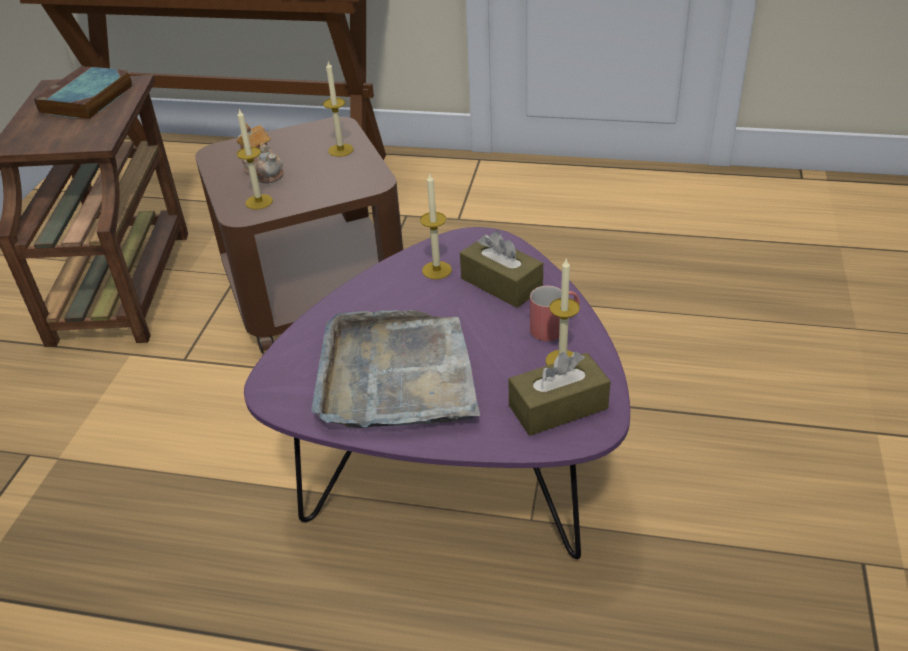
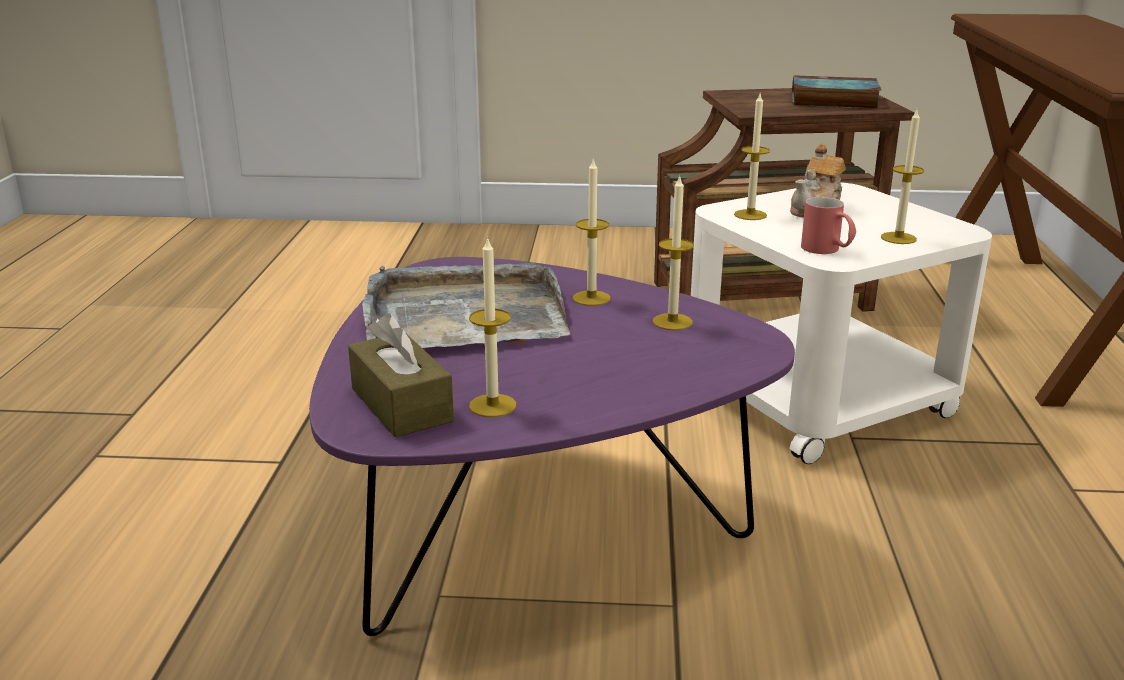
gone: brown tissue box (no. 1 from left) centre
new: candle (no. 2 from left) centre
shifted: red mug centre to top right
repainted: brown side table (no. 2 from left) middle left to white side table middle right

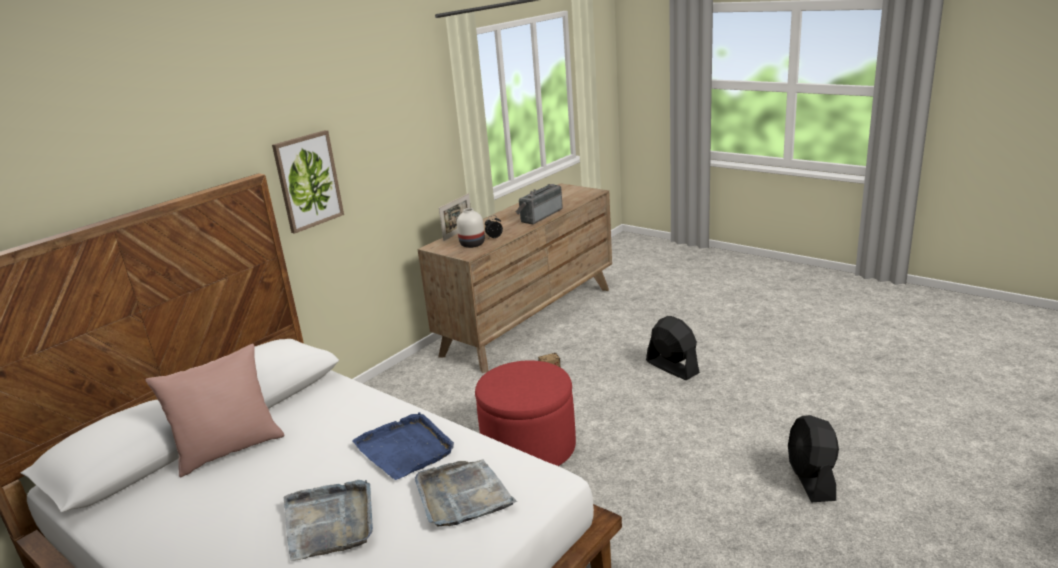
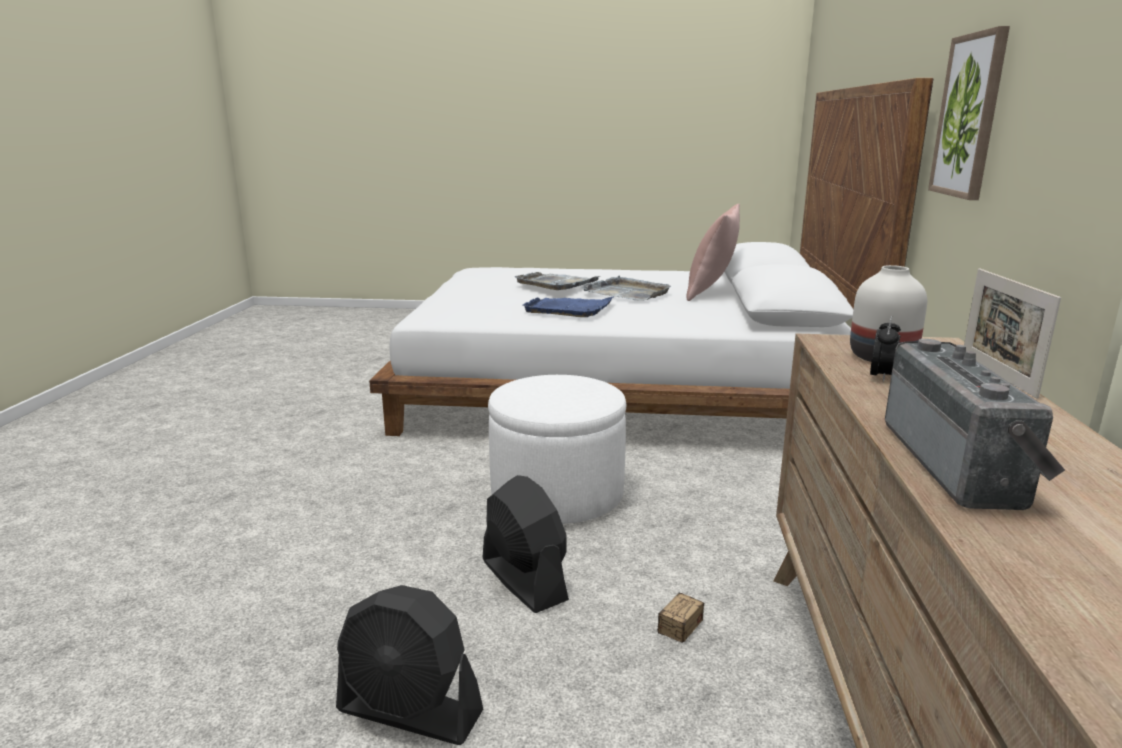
shifted: black fan (no. 2 from left) bottom right to bottom centre; grey tray (no. 2 from left) bottom centre to centre
repainted: red ottoman bottom centre to white ottoman centre

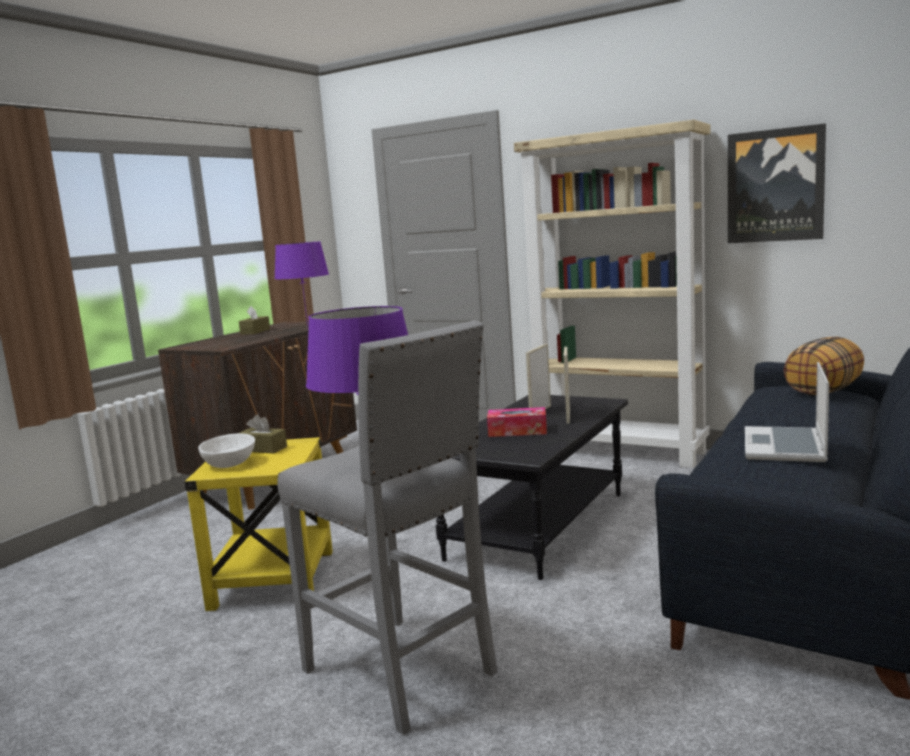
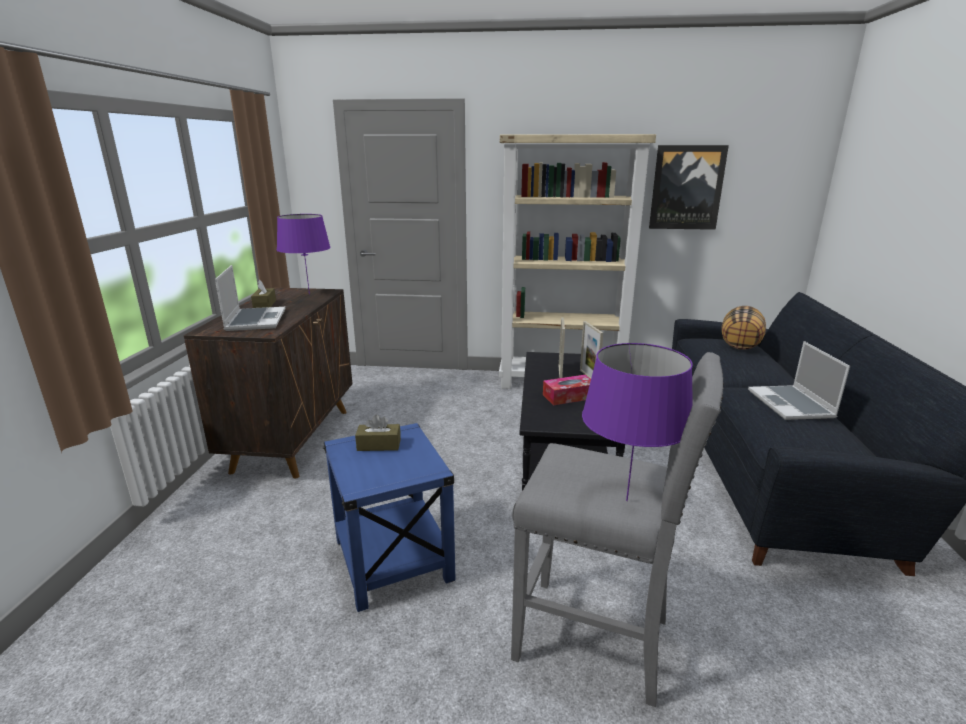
gone: white bowl middle left
new: laptop (no. 1 from left) middle left
repainted: yellow side table bottom left to blue side table bottom centre

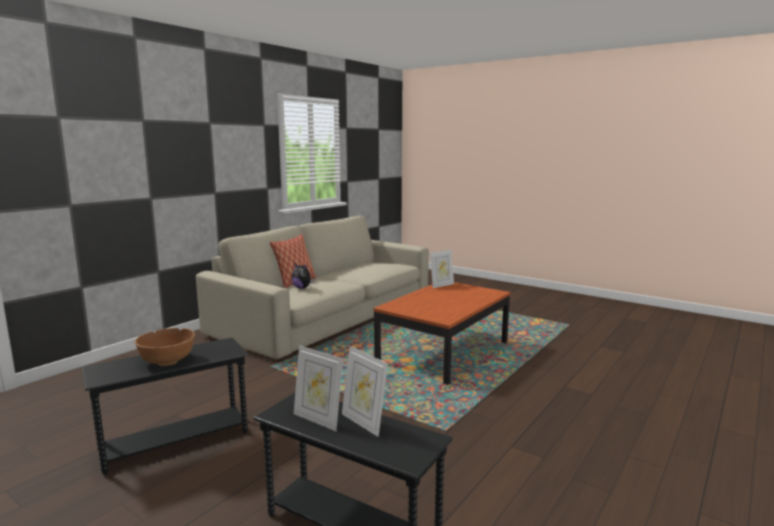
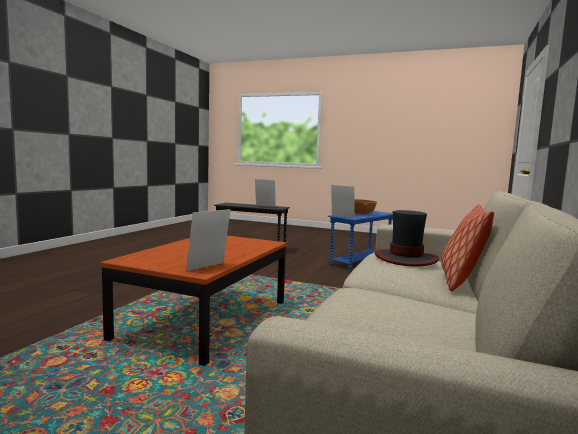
shifted: picture frame (no. 2 from left in the first image) bottom centre to picture frame (no. 3 from left) centre
swapped: plush toy centre to hat middle right
repainted: black side table (no. 1 from left) bottom left to blue side table centre

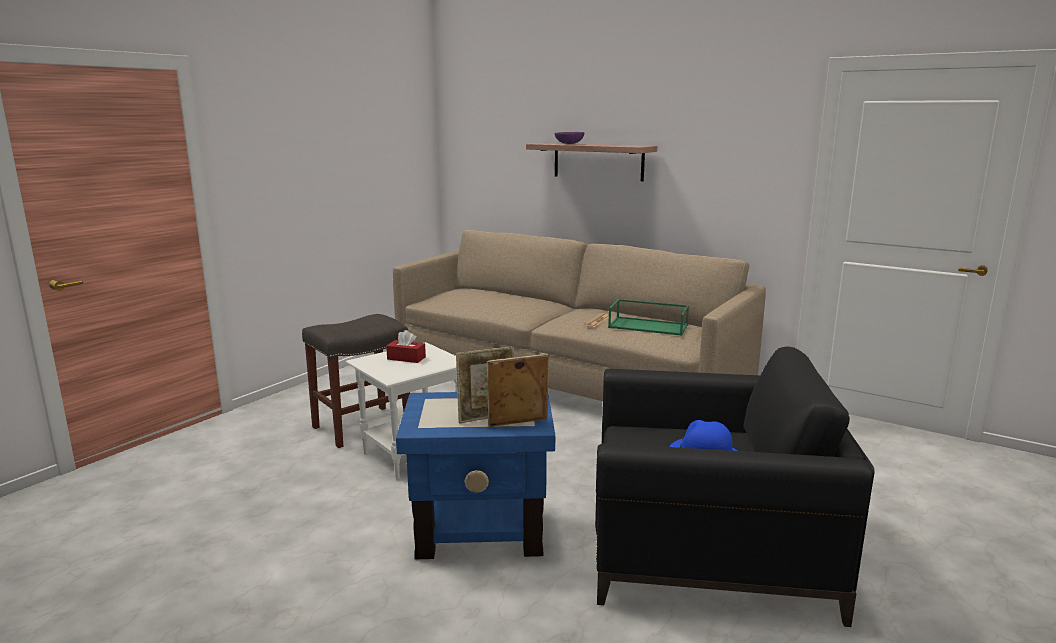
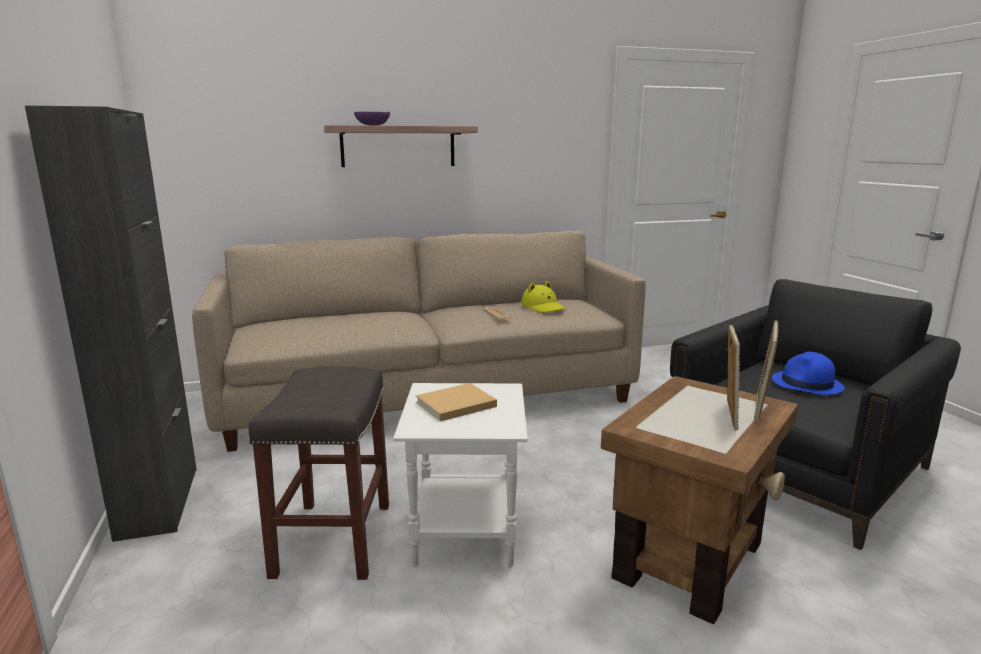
new: black cabinet middle left
swapped: green tray centre to yellow hat centre; red tissue box centre to beige book centre
repainted: blue side table bottom centre to brown side table bottom right

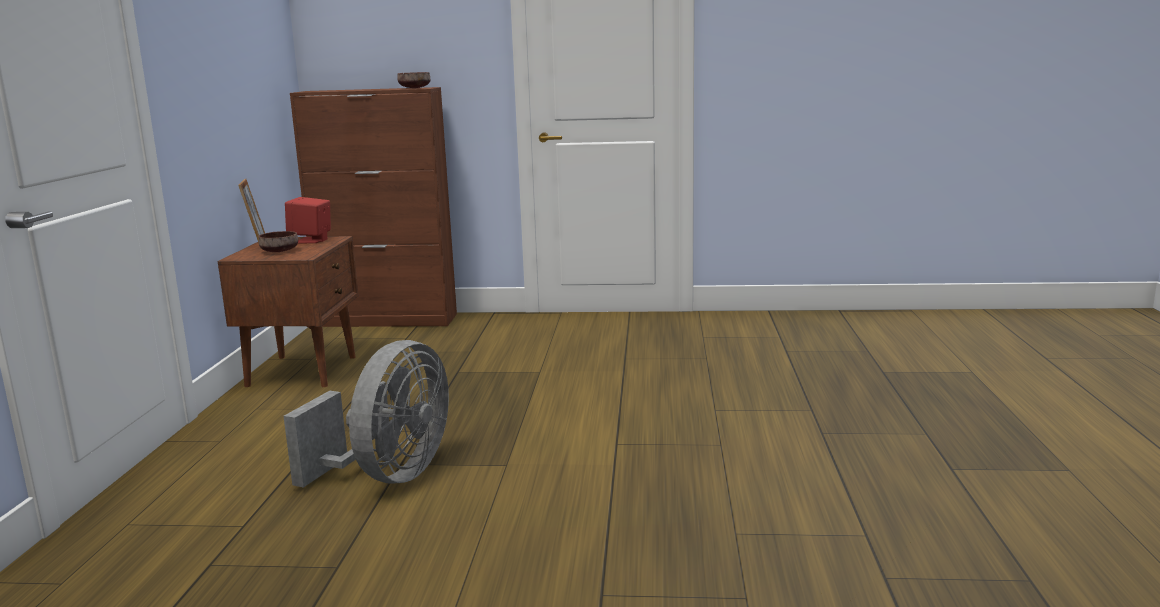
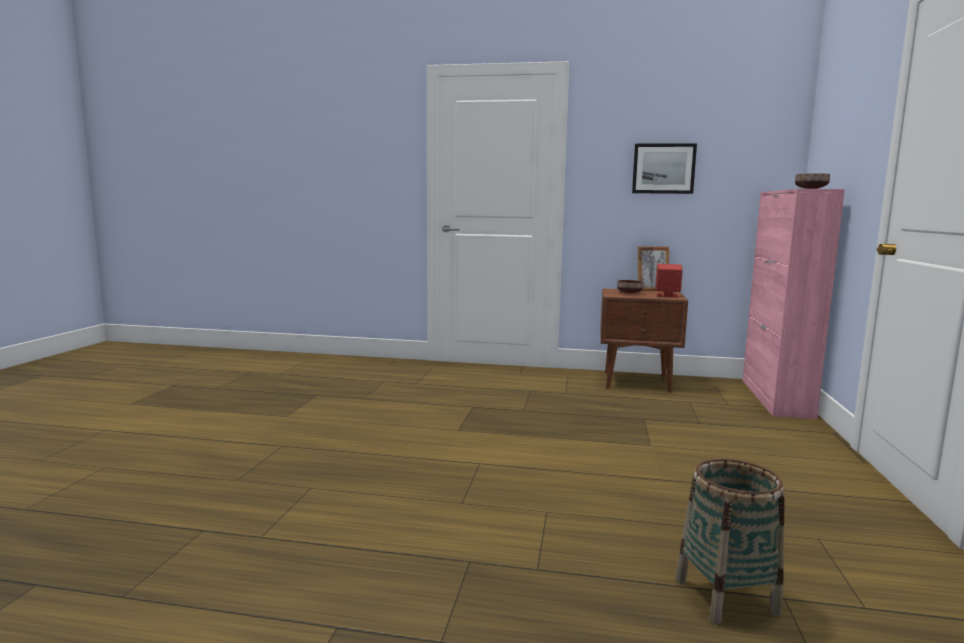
gone: grey fan bottom left
new: picture top right; basket bottom right
repainted: brown cabinet middle left to pink cabinet middle right

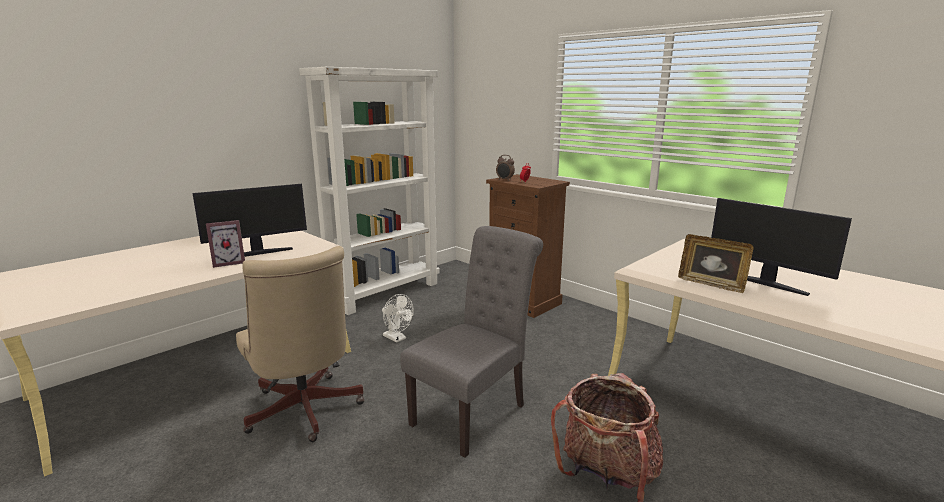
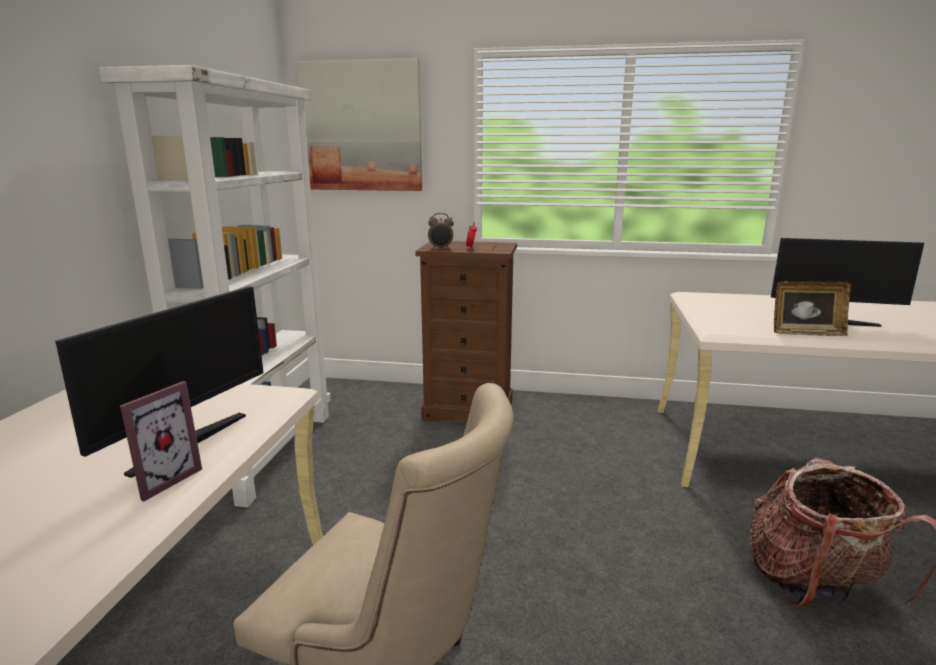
gone: grey chair bottom centre; white fan centre
new: picture top centre

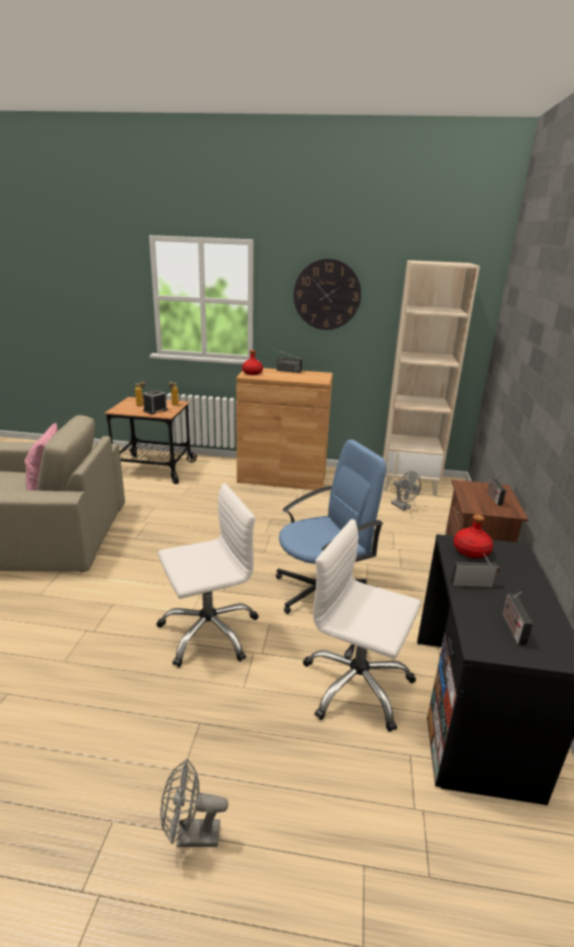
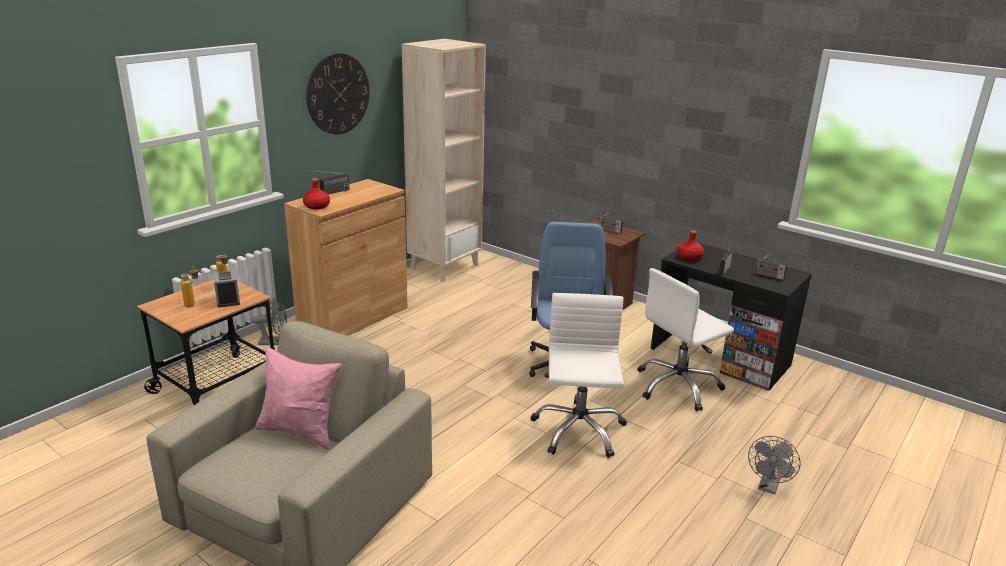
shifted: grey fan (no. 2 from left in the first image) middle right to grey fan (no. 1 from left) middle left

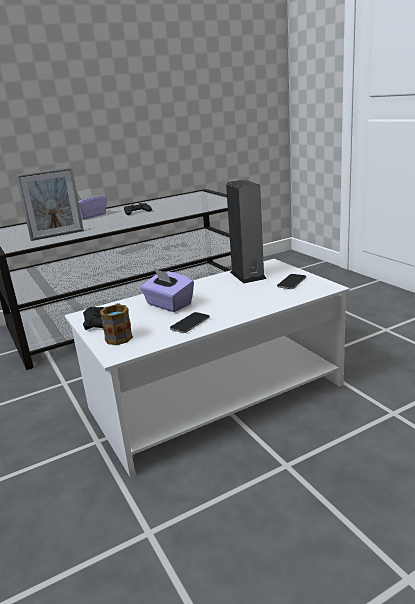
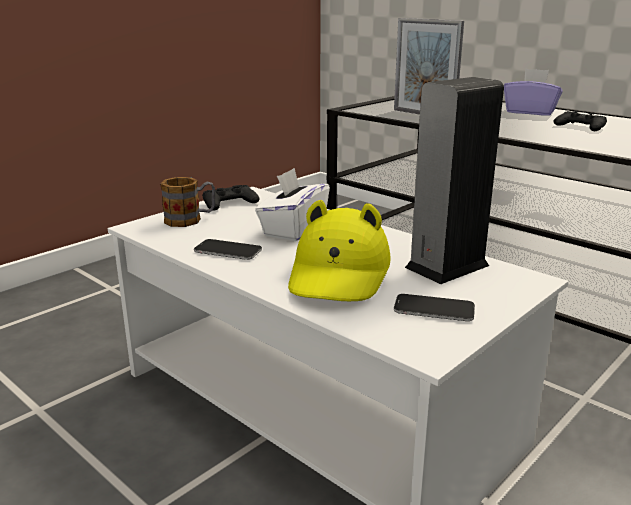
new: yellow hat centre
repainted: purple tissue box (no. 2 from left) centre to white tissue box centre

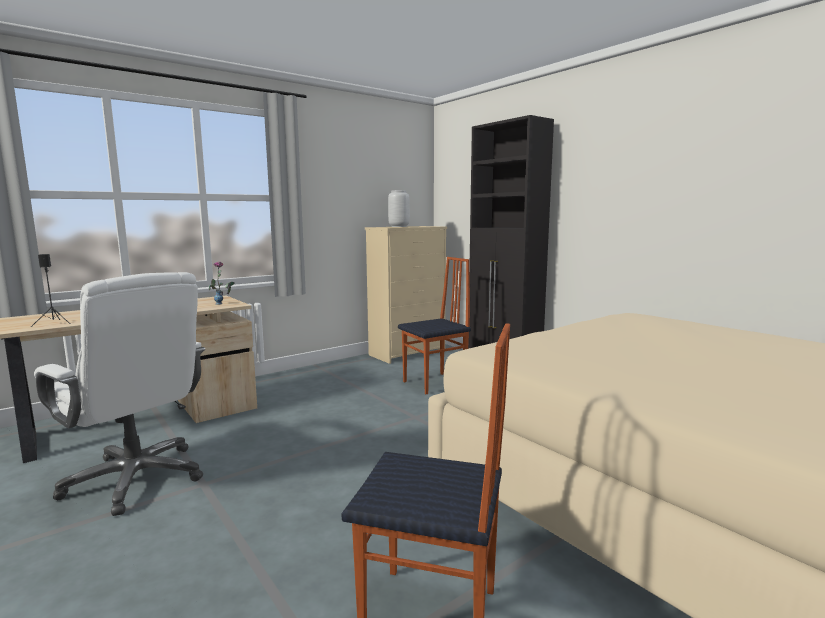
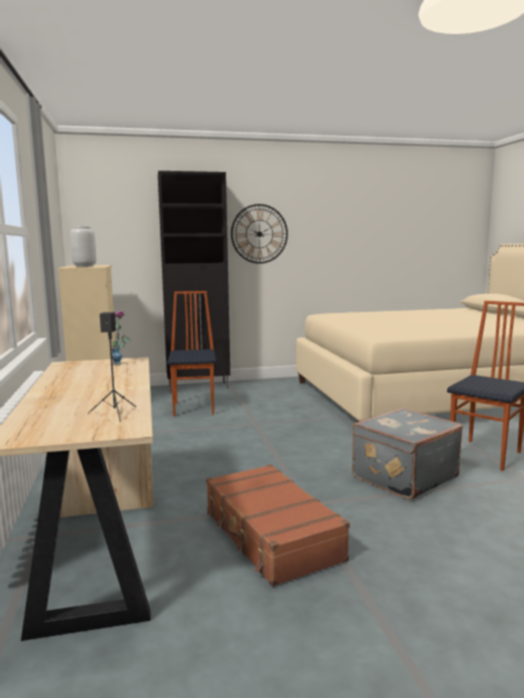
new: wall clock centre; grey suitcase middle right
swapped: white office chair middle left to brown suitcase bottom centre

